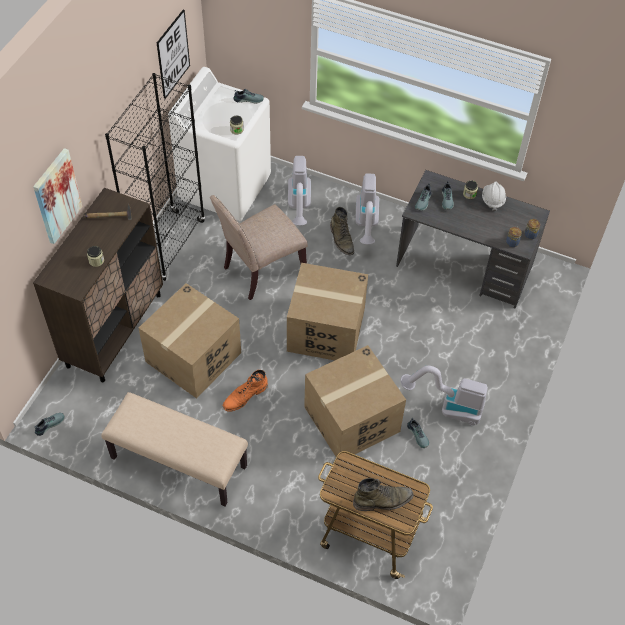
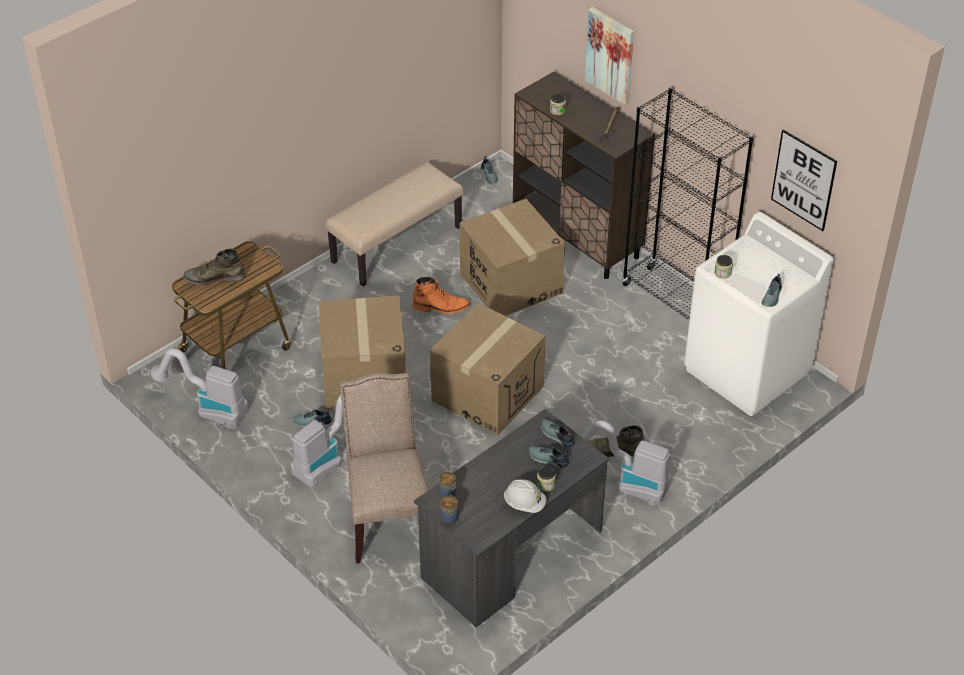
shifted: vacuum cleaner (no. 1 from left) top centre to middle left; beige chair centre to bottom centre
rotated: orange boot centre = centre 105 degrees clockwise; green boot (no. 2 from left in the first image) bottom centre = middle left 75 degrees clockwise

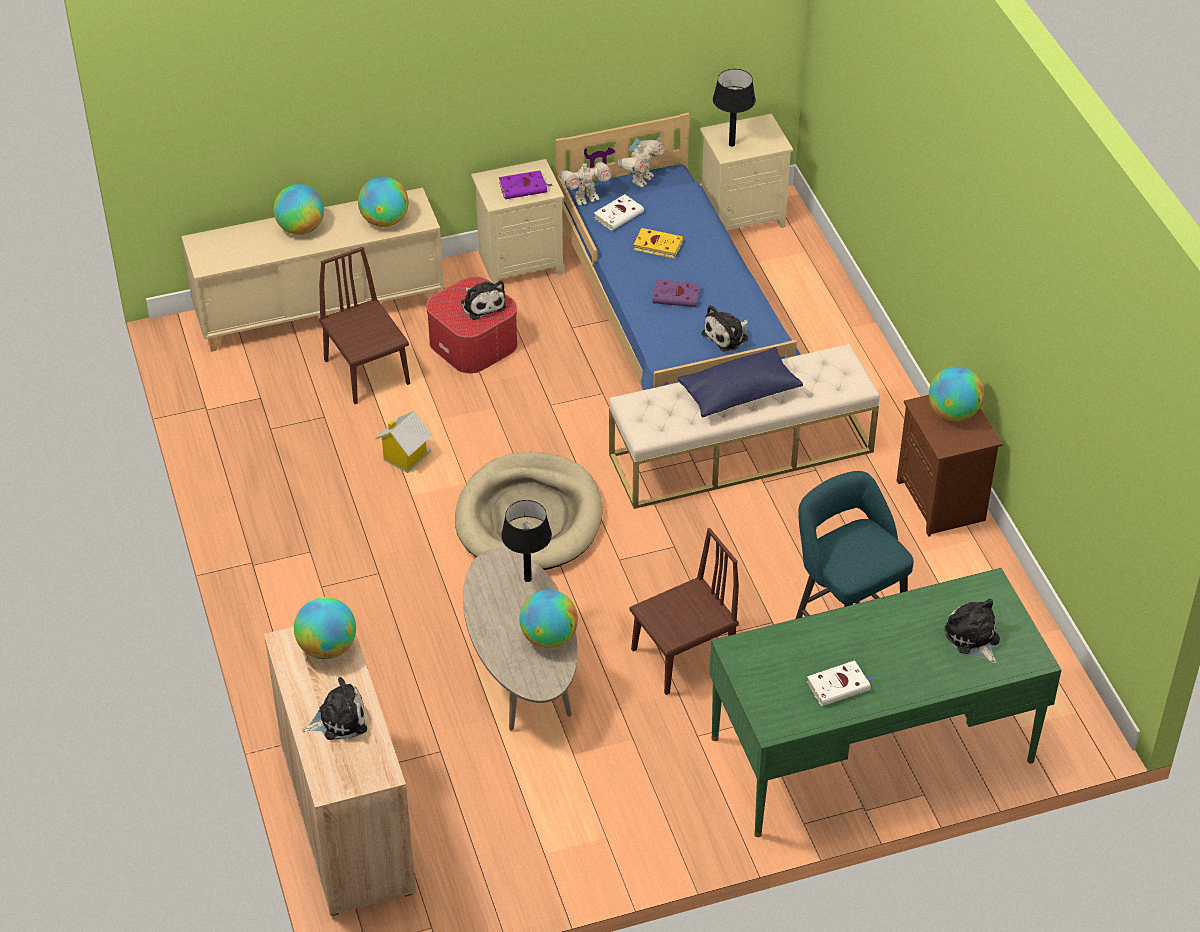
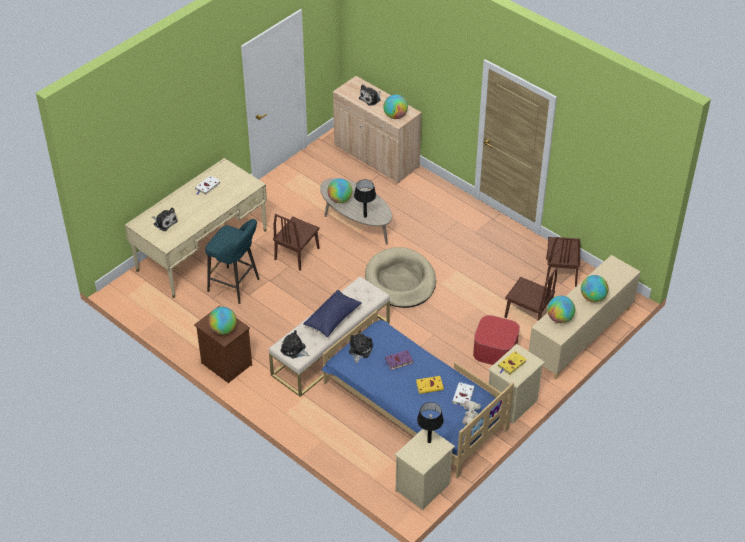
gone: toy robot (no. 1 from left) top centre; toy house centre
new: brown chair (no. 3 from left) middle right
shifted: plush toy (no. 2 from left) top centre to centre
repainted: purple book (no. 1 from left) top centre to yellow book (no. 2 from left) bottom right; green desk bottom right to beige desk middle left

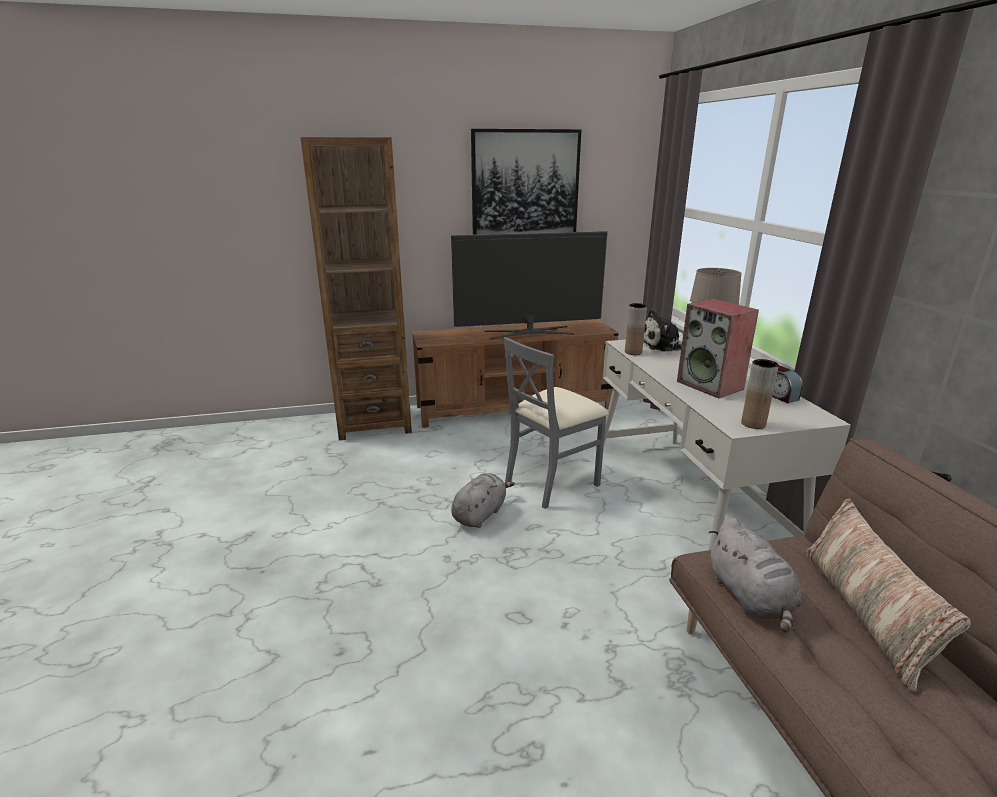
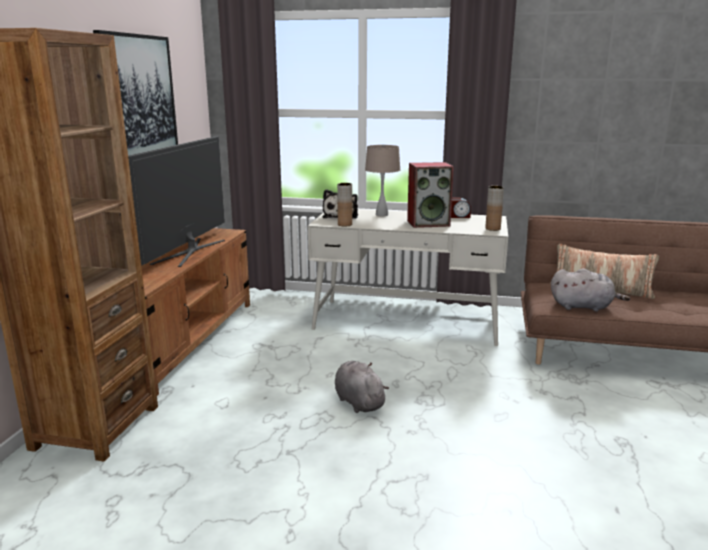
gone: grey chair centre

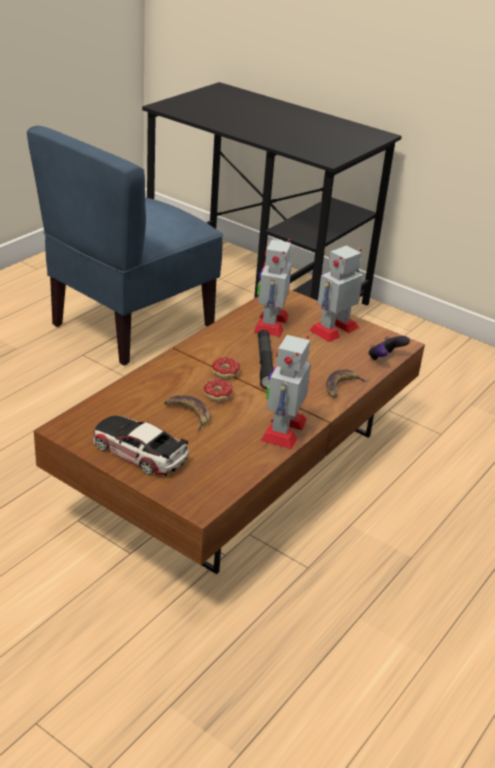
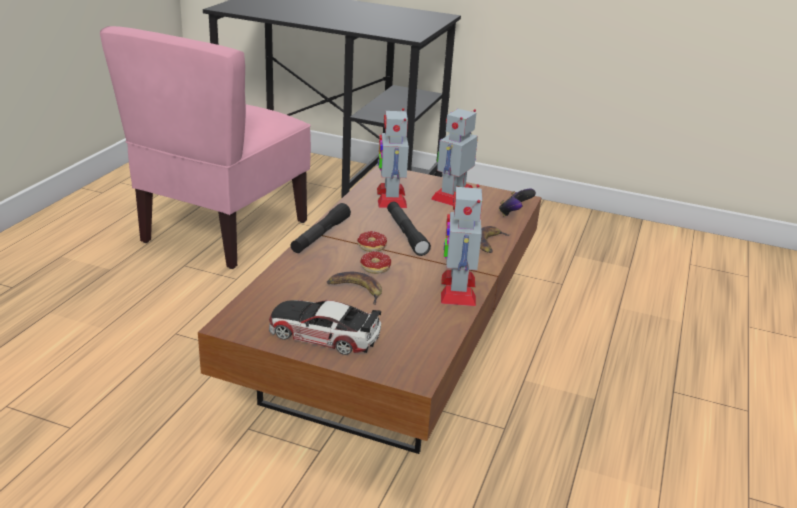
new: black flashlight (no. 1 from left) centre
repainted: blue chair top left to pink chair top left

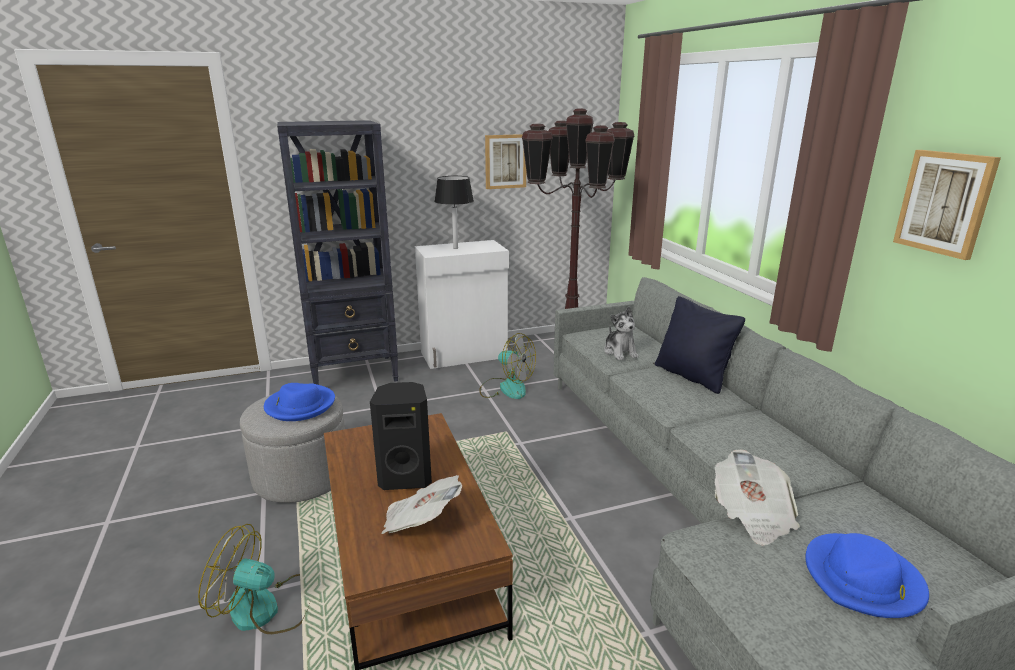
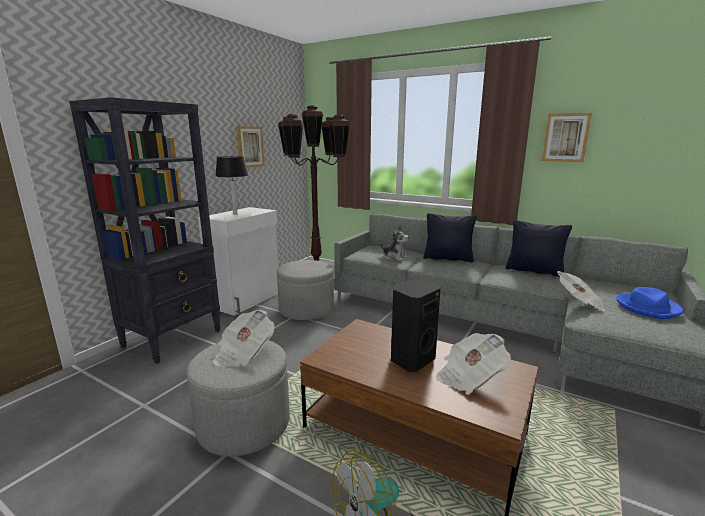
new: black pillow (no. 2 from left) middle right
swapped: fan (no. 2 from left) centre to grey ottoman (no. 2 from left) centre; blue hat (no. 1 from left) middle left to newspaper (no. 1 from left) centre

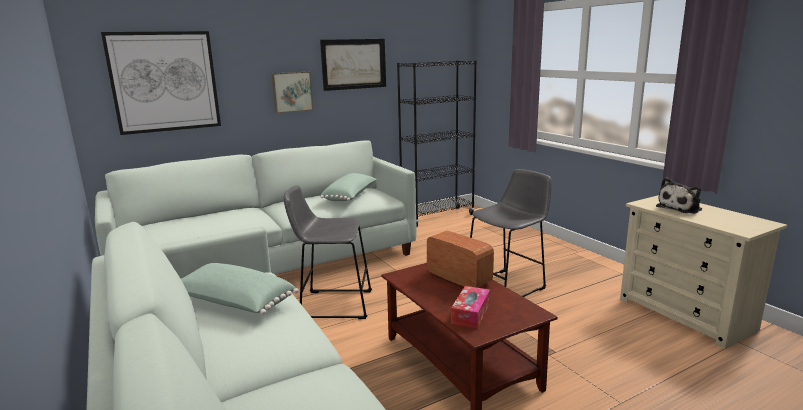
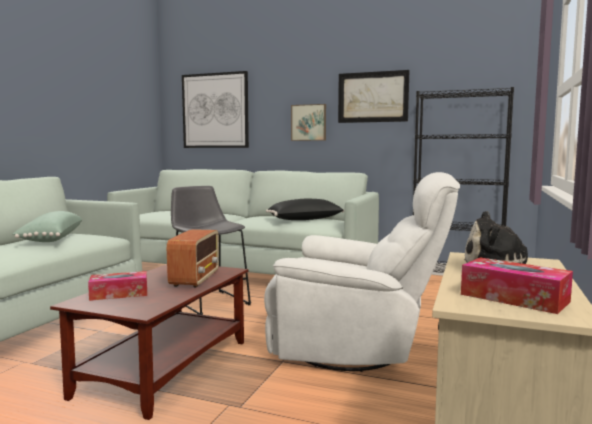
new: tissue box (no. 2 from left) bottom right
swapped: grey stool (no. 2 from left) centre to white armchair centre
repainted: green pillow (no. 2 from left) centre to black pillow centre

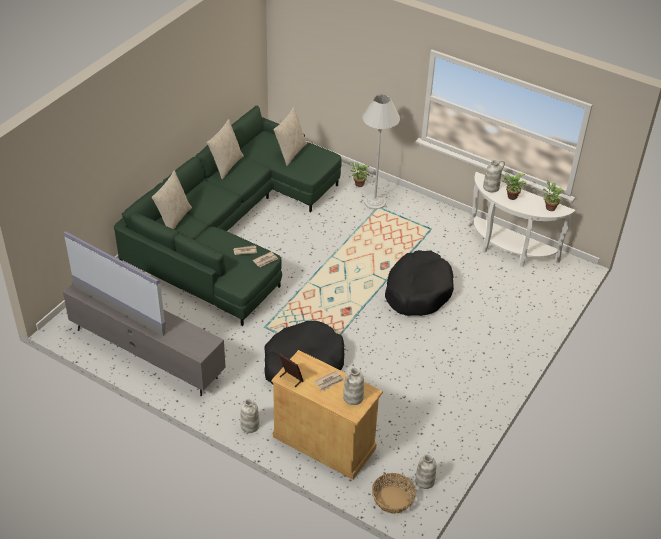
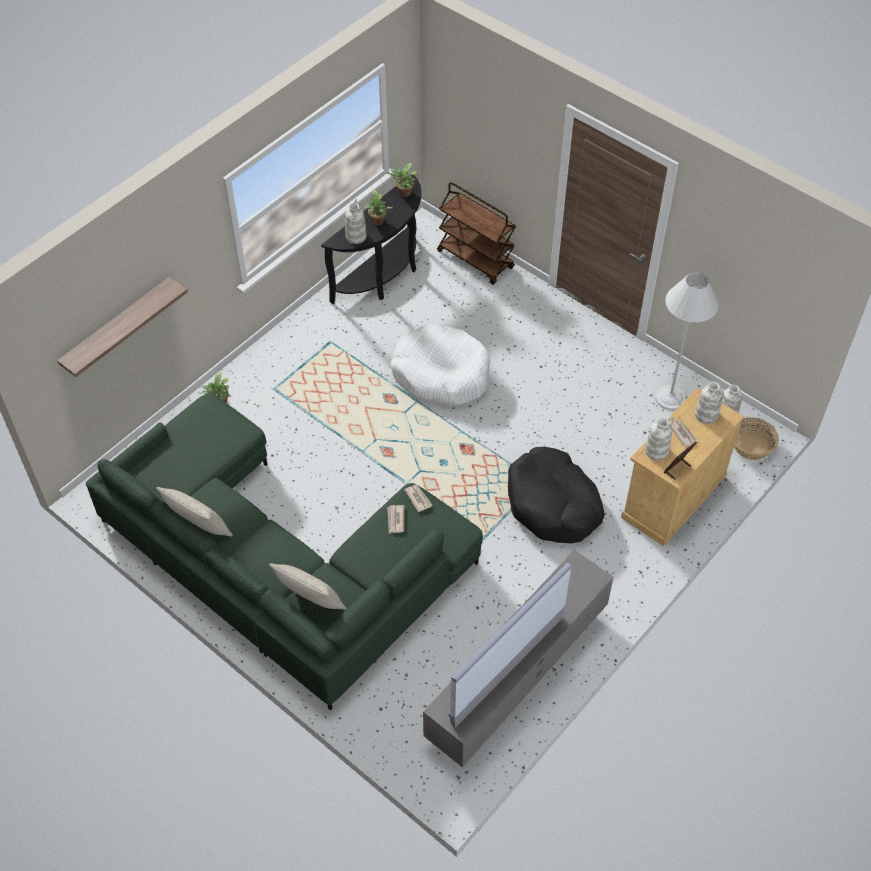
gone: beige pillow (no. 3 from left) top centre
new: brown cart top centre; shelf middle left
shifted: white floor lamp top centre to middle right; white vase (no. 1 from left in the first image) bottom centre to white vase (no. 2 from left) middle right
repainted: white console table middle right to black console table top centre; black dog bed (no. 2 from left) centre to white dog bed centre

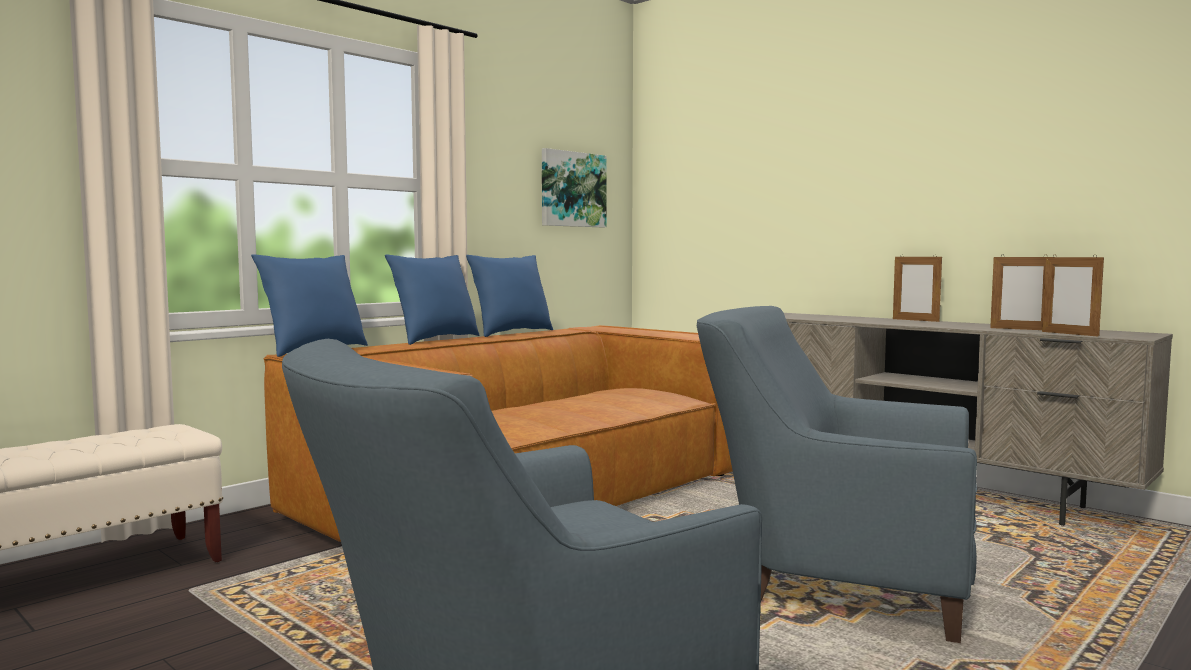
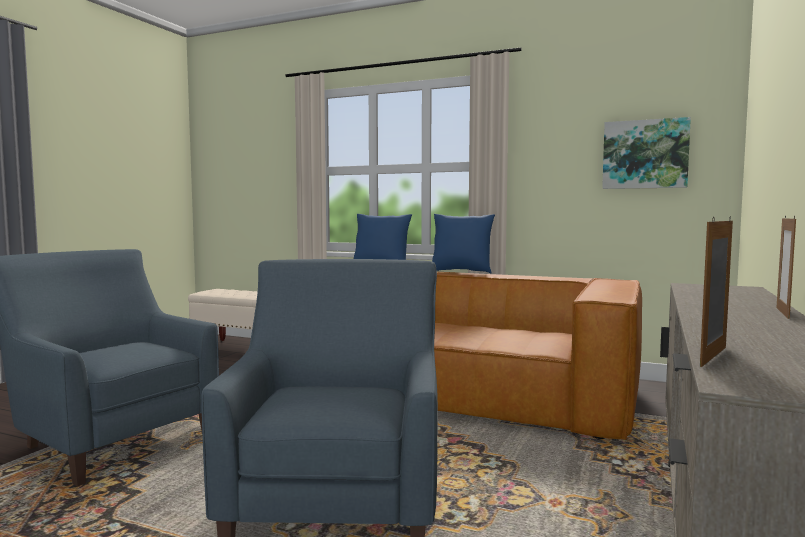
gone: picture frame (no. 2 from left) middle right; blue pillow (no. 3 from left) centre

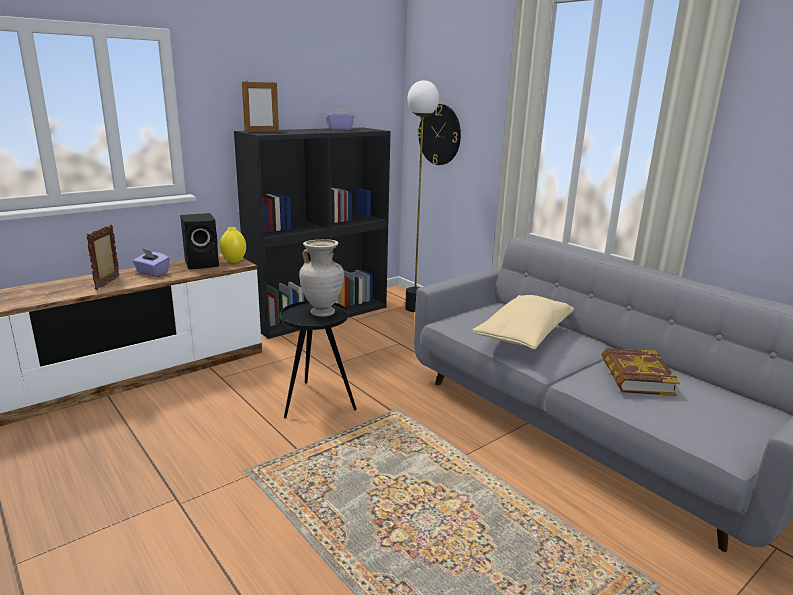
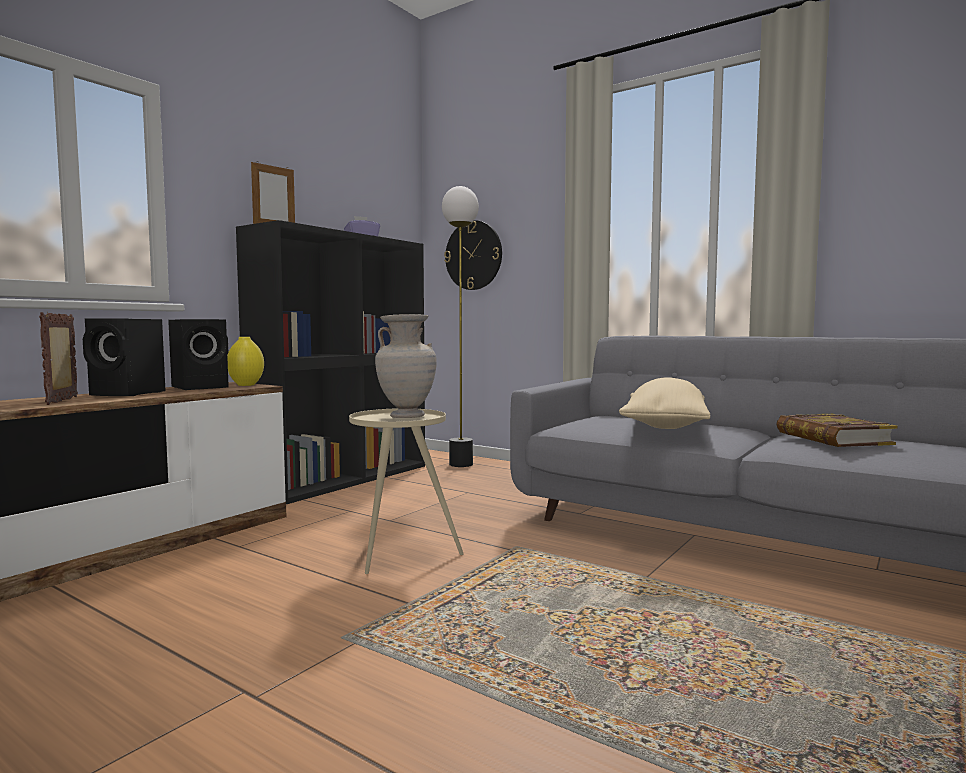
swapped: purple tissue box (no. 1 from left) middle left to black speaker (no. 1 from left) middle left
repainted: black side table centre to beige side table centre

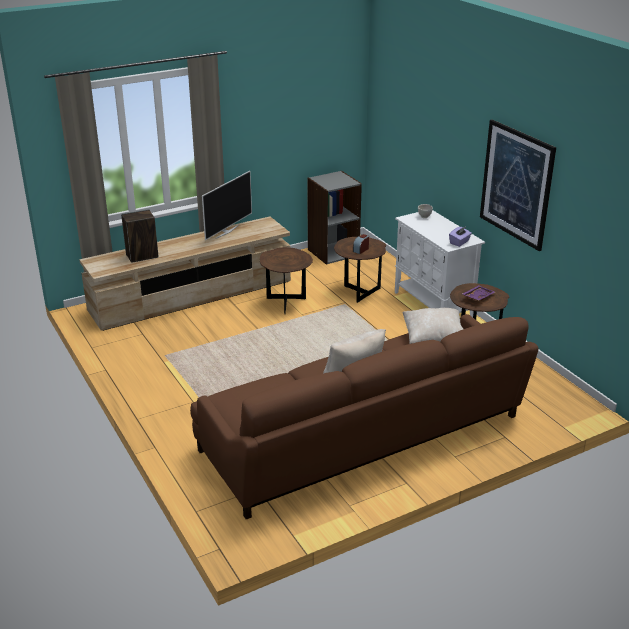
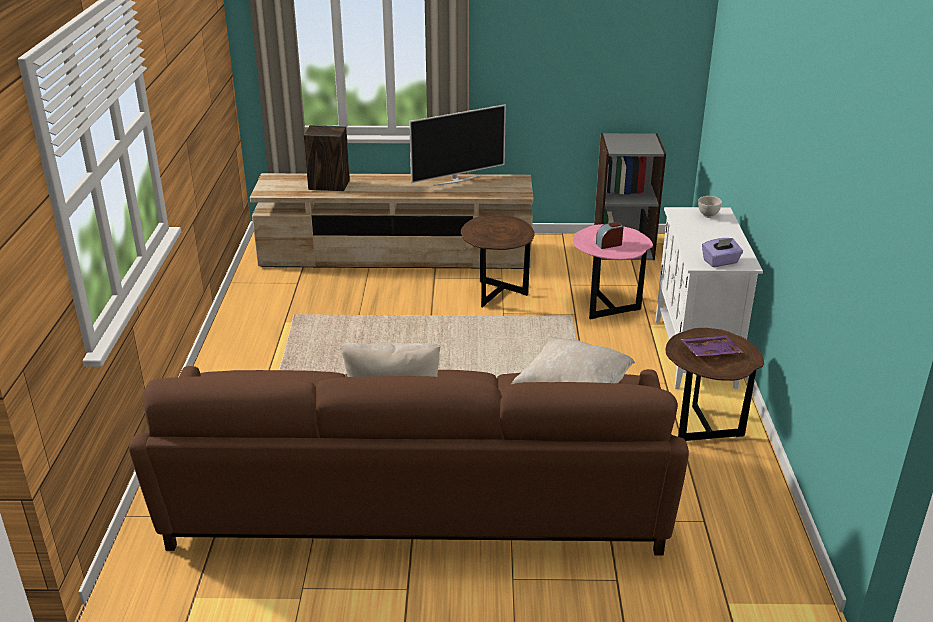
gone: picture top right
repainted: brown side table (no. 2 from left) centre to pink side table centre

